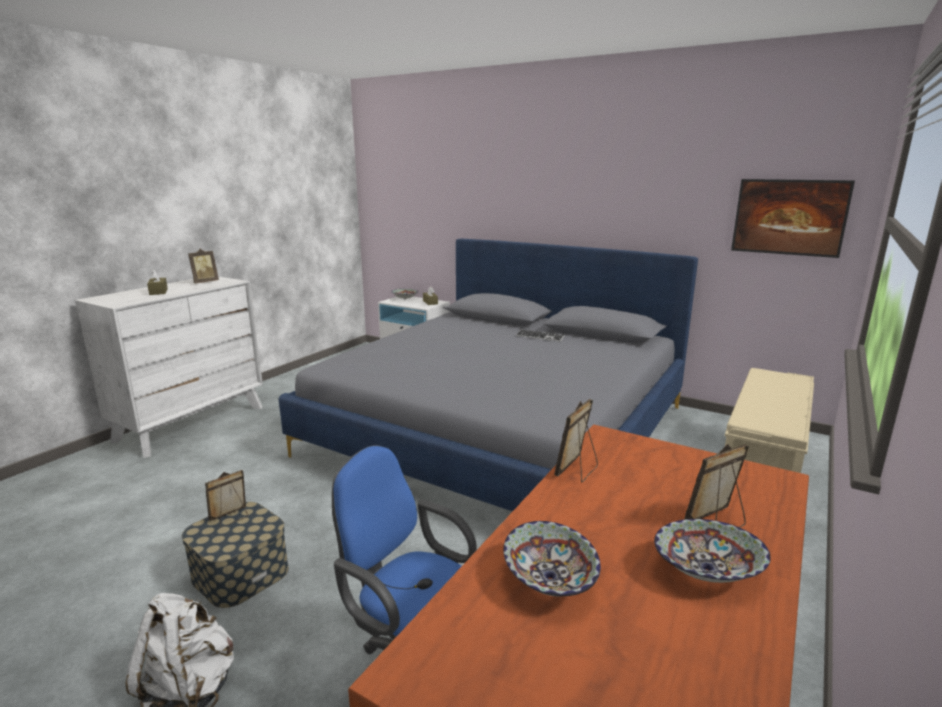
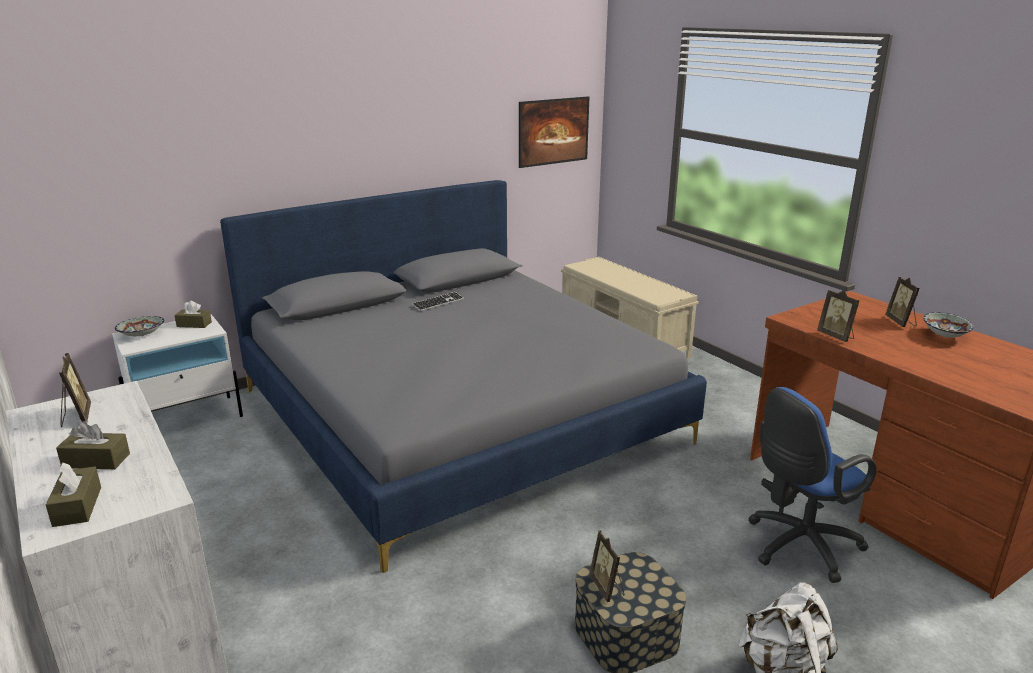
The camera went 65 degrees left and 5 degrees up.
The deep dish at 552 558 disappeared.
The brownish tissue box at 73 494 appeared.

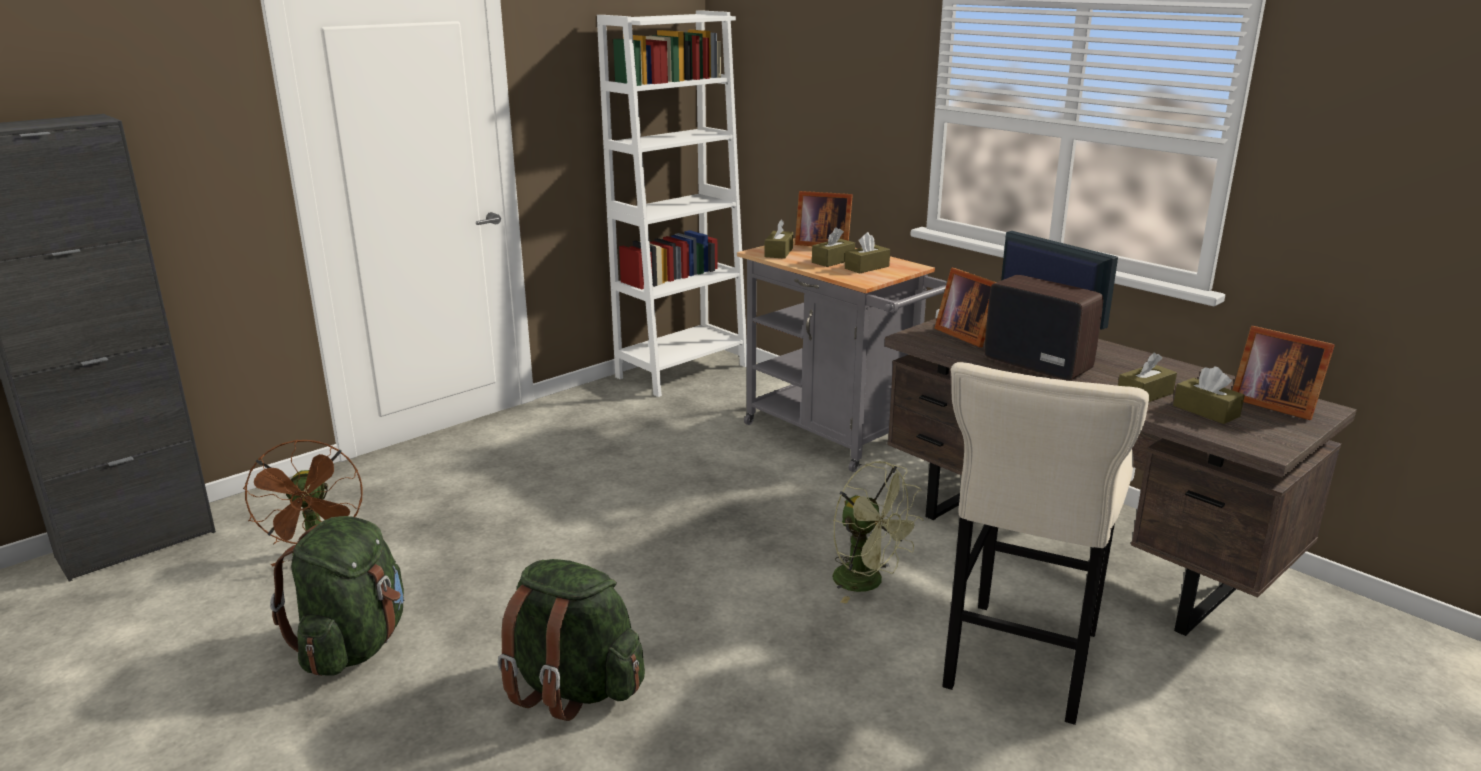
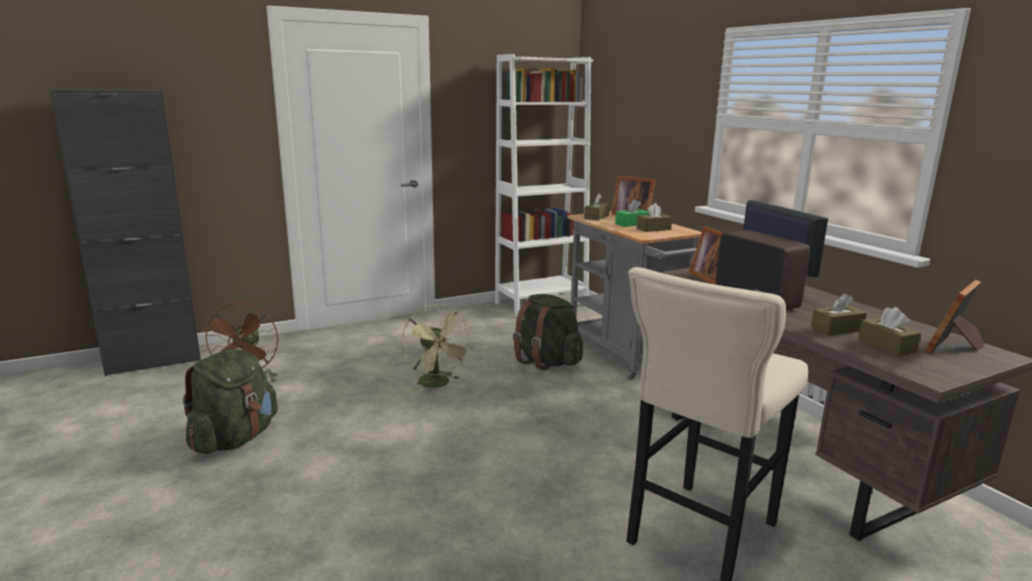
The camera went 15 degrees right and 5 degrees down.
The greenish knapsack moved from 571 640 to 548 332.
The brownish tissue box at 833 247 became the greenish tissue box at 632 213.
The greenish electric fan moved from 877 532 to 436 348.
The photo frame at 1284 373 turned 75 degrees clockwise.

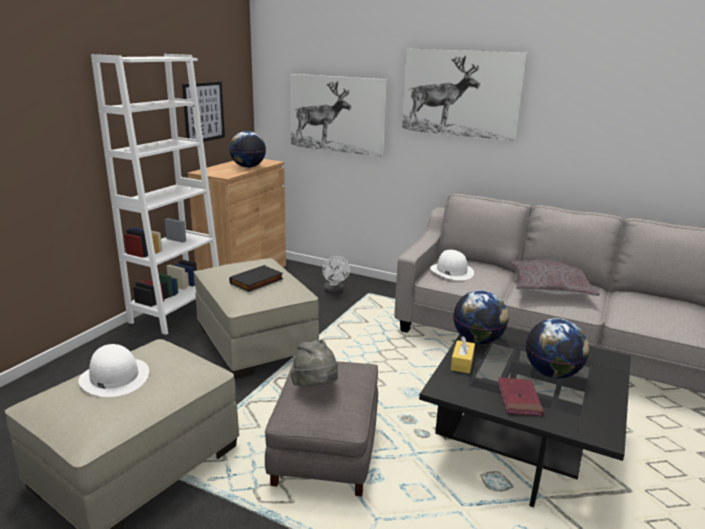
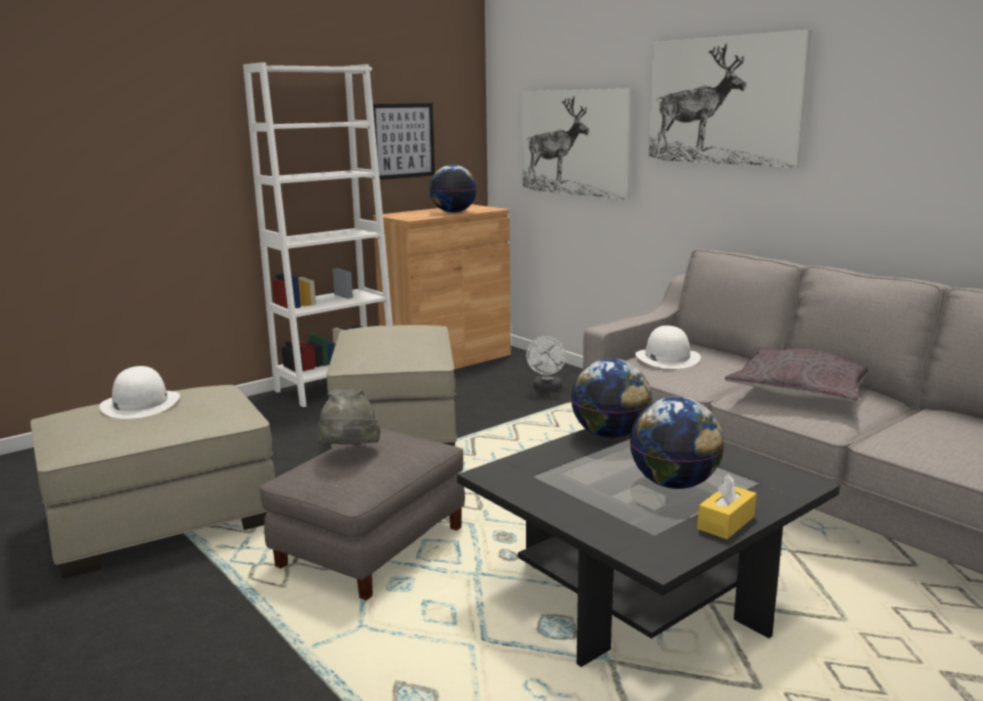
The camera went 25 degrees right and 5 degrees down.
The blackish book at 256 278 disappeared.
The yellowish tissue box moved from 463 354 to 726 506.
The reddish book at 520 396 disappeared.

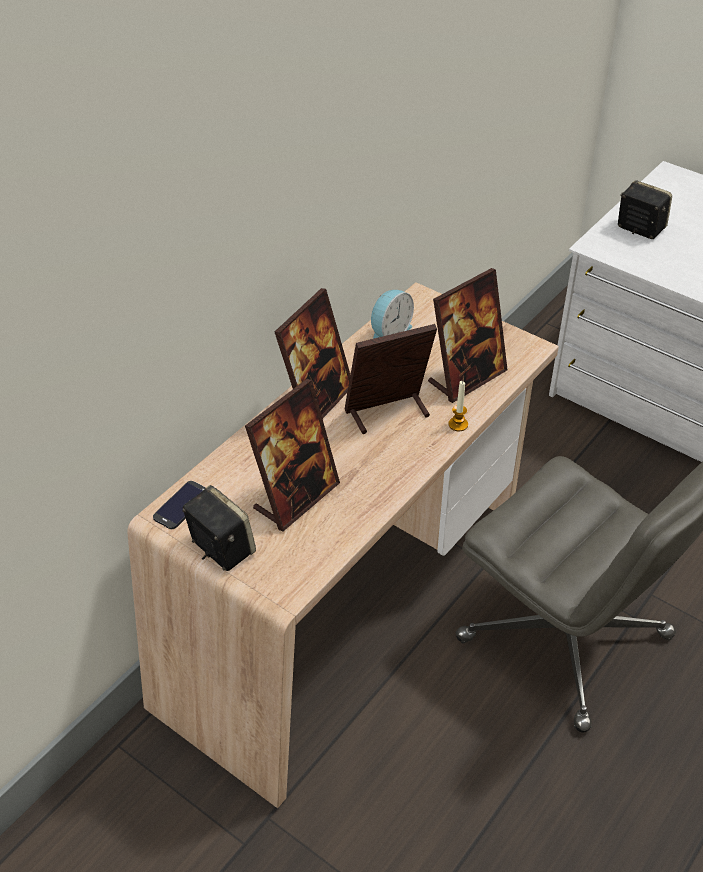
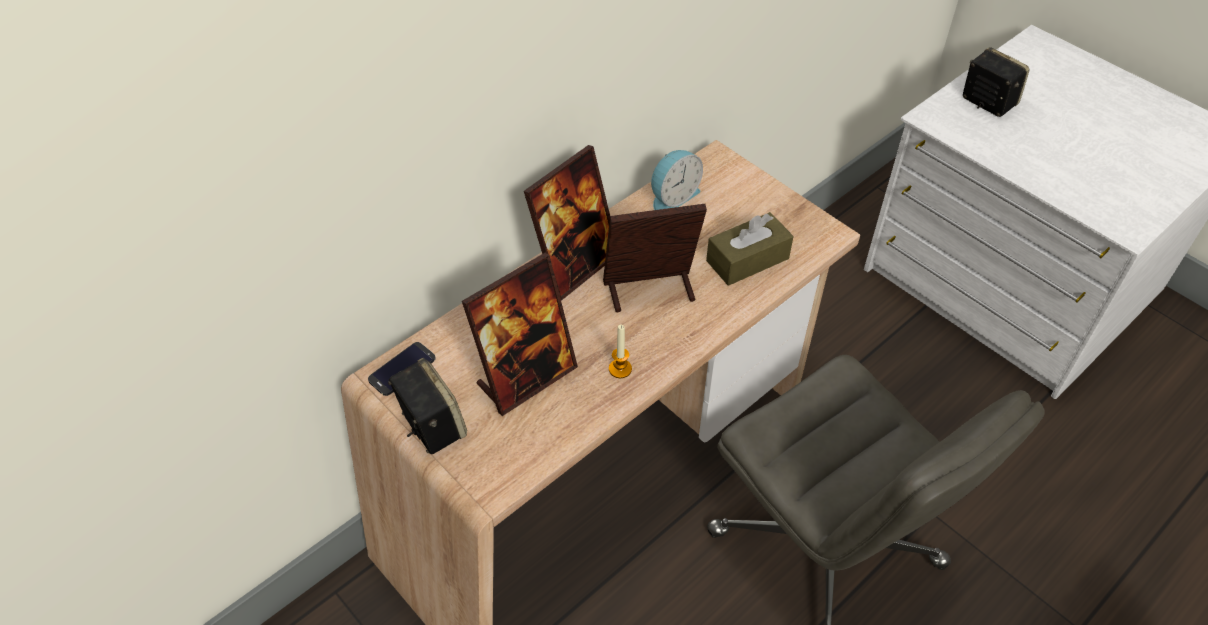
The camera went 10 degrees right and 5 degrees up.
The photo frame at 467 335 was replaced by the brownish tissue box at 750 249.
The wax light moved from 458 406 to 620 351.

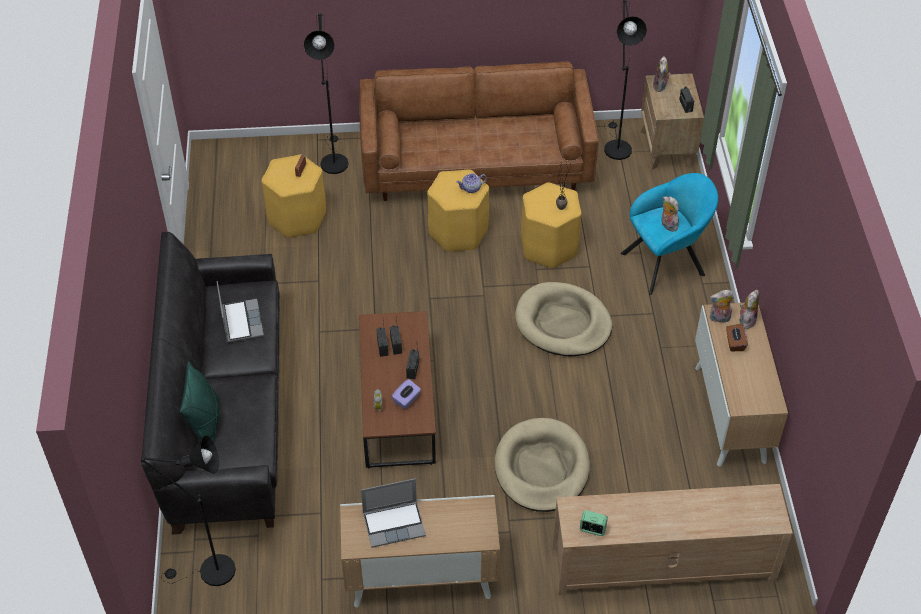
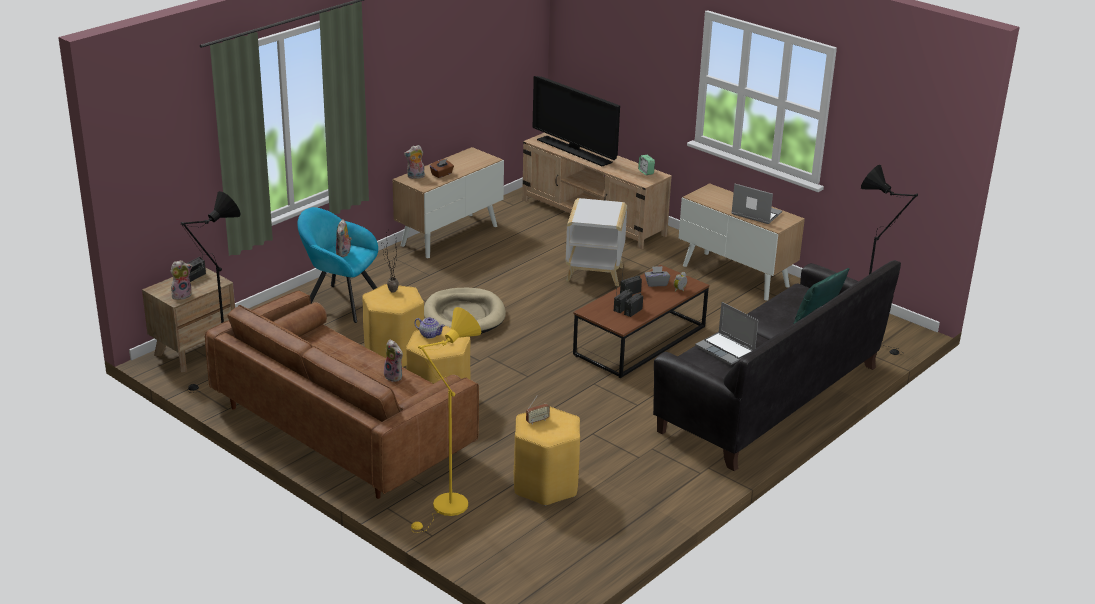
The camera went 135 degrees left and 20 degrees down.
The notebook computer at 240 311 turned 75 degrees counterclockwise.
The blackish floor lamp at 326 93 became the yellowish floor lamp at 446 420.
The purple tissue box at 406 394 became the greyish tissue box at 657 276.
The sand-coloured dog cushion at 542 465 was replaced by the white accent table at 596 242.
The plush toy moved from 722 306 to 393 360.
The television at 576 121 appeared.

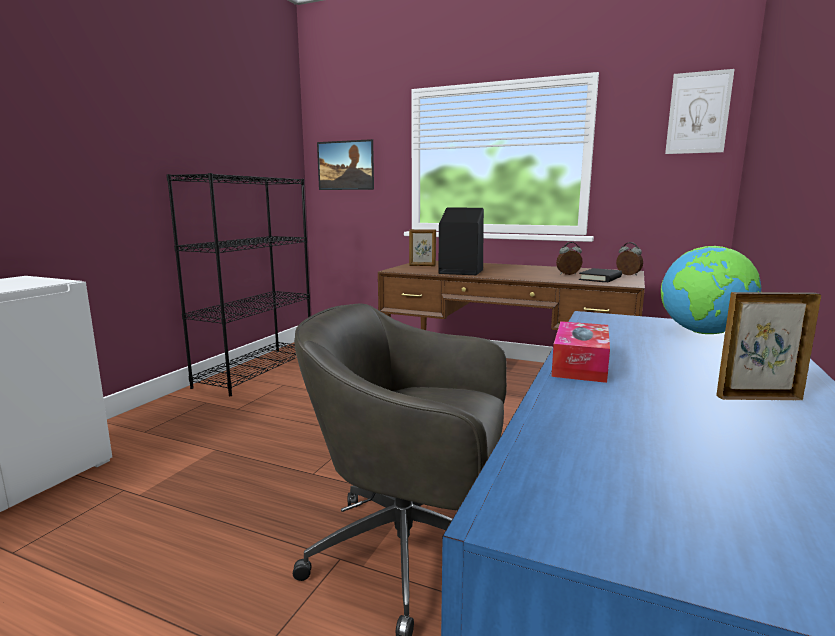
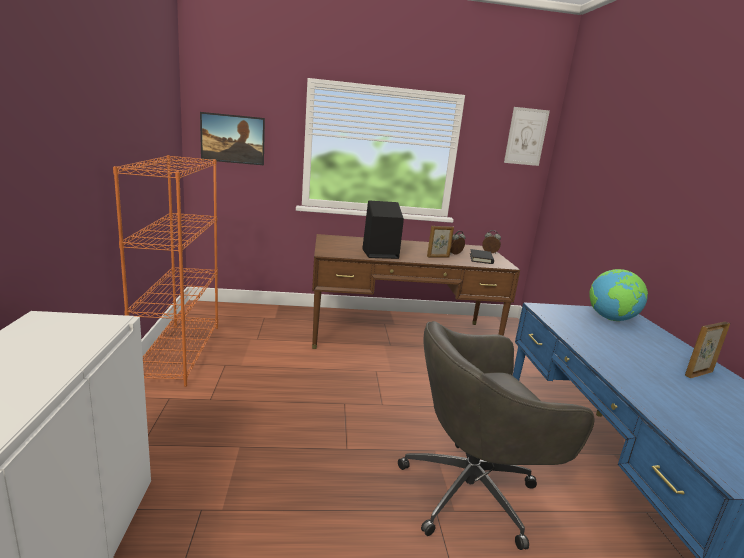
The camera went 30 degrees left and 5 degrees up.
The blackish bookshelf at 239 284 became the orangey bookshelf at 165 271.
The photo frame moved from 422 247 to 440 242.
The tissue box at 580 352 disappeared.

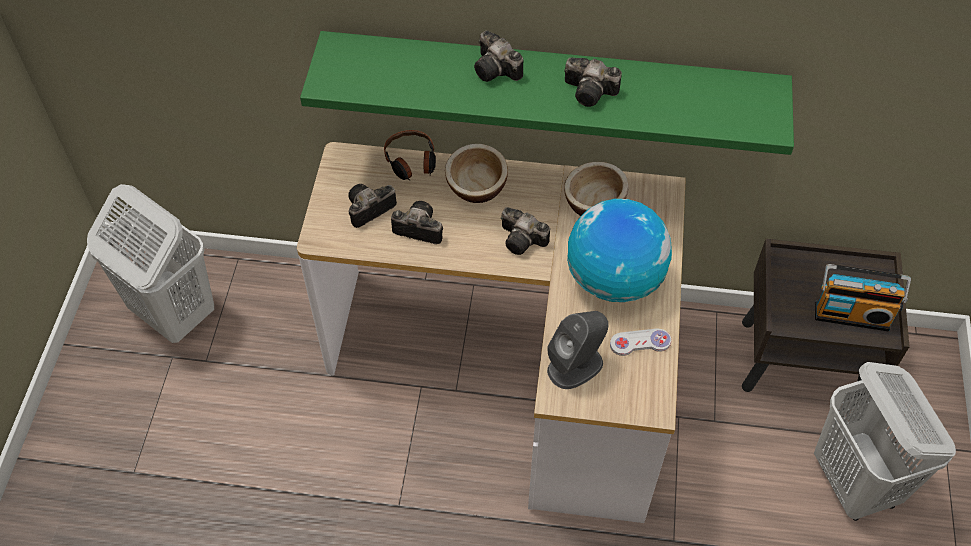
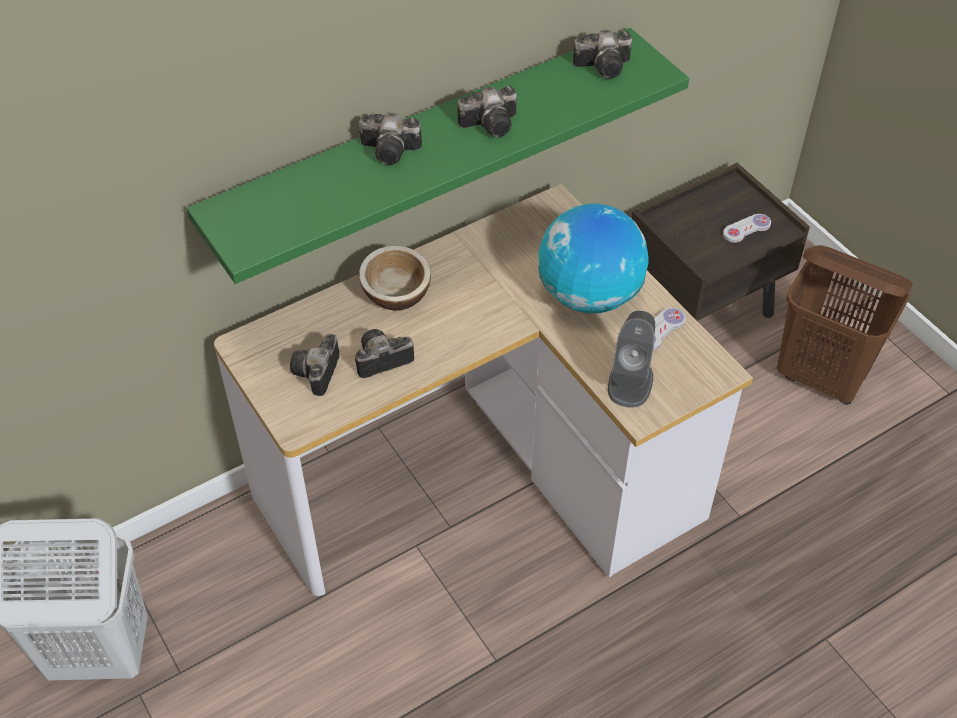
The camera went 40 degrees left and 5 degrees down.
The pair of headphones at 410 155 disappeared.
The still camera moved from 525 231 to 602 54.
The deep dish at 596 189 disappeared.
The white hamper at 885 441 became the brownish hamper at 845 325.
The radio at 863 298 was replaced by the white gamepad at 747 228.

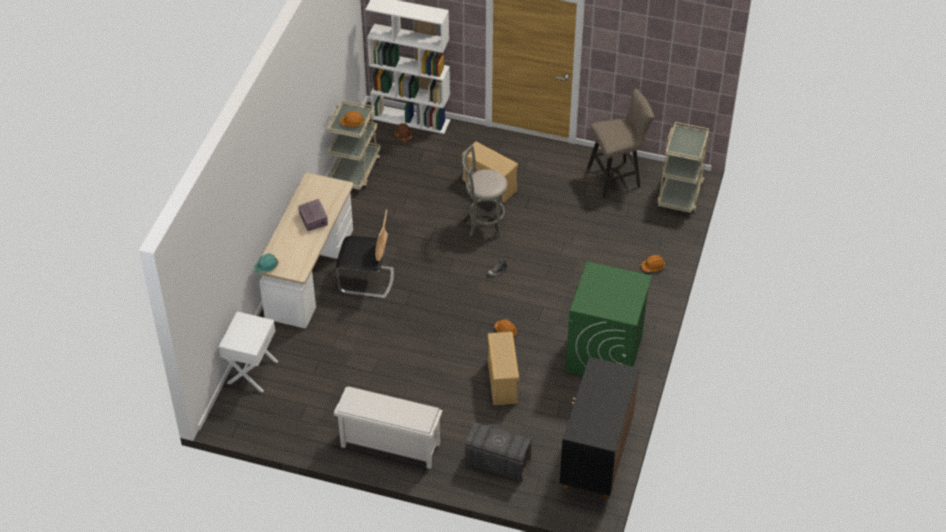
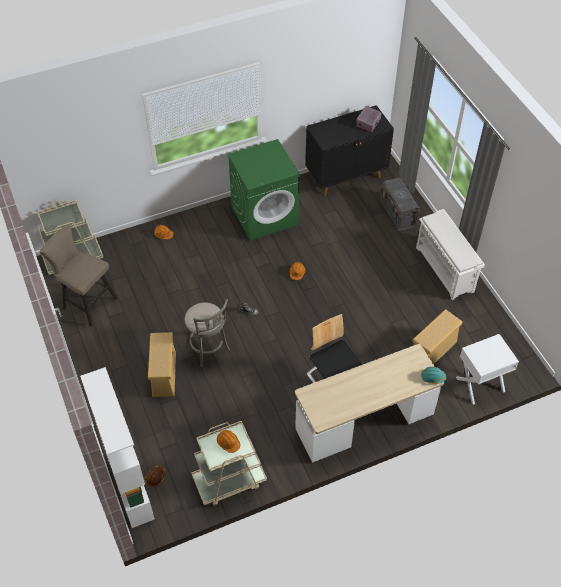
The camera went 130 degrees left and 5 degrees up.
The radio moved from 313 215 to 368 119.
The sand-coloured storage bin moved from 503 368 to 437 337.

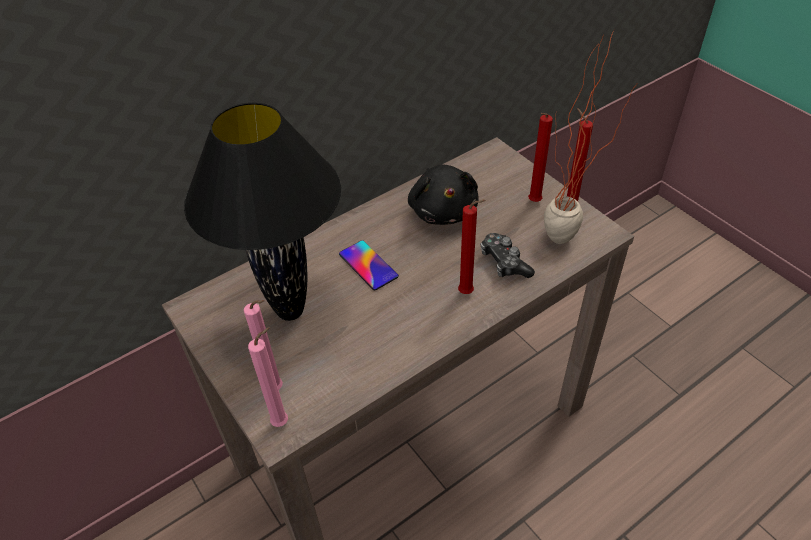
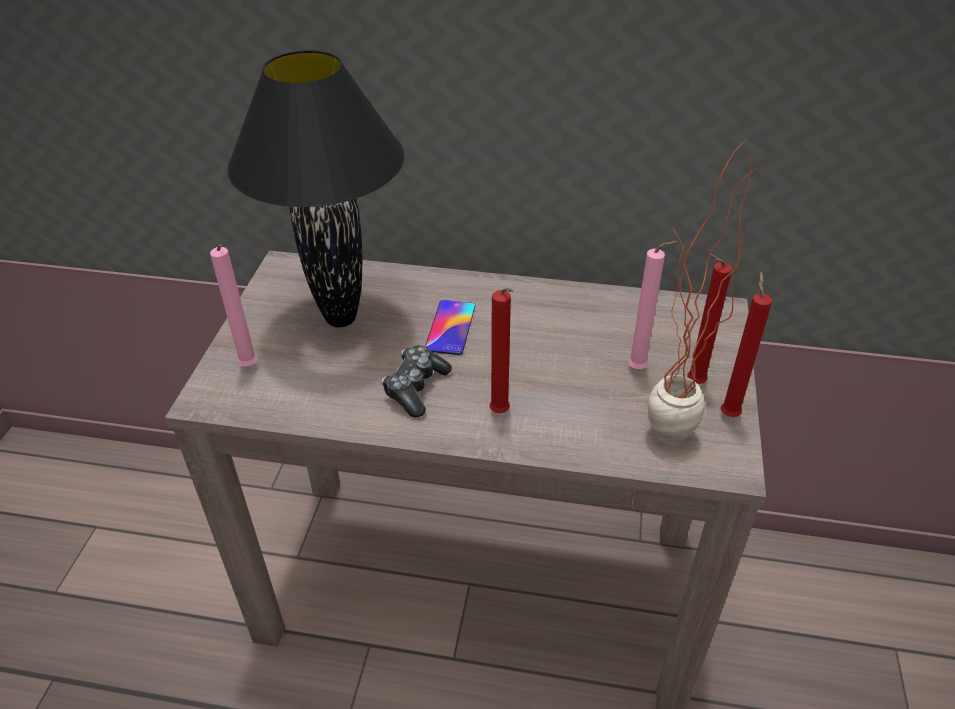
The camera went 45 degrees right and 5 degrees down.
The pink-coloured wax light moved from 268 377 to 653 305.
The blackish plush toy at 443 195 disappeared.
The gamepad moved from 508 255 to 417 381.

